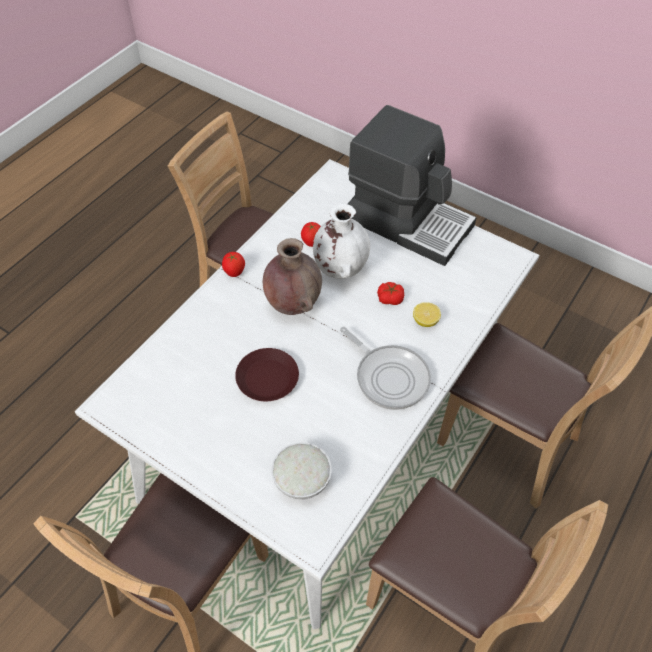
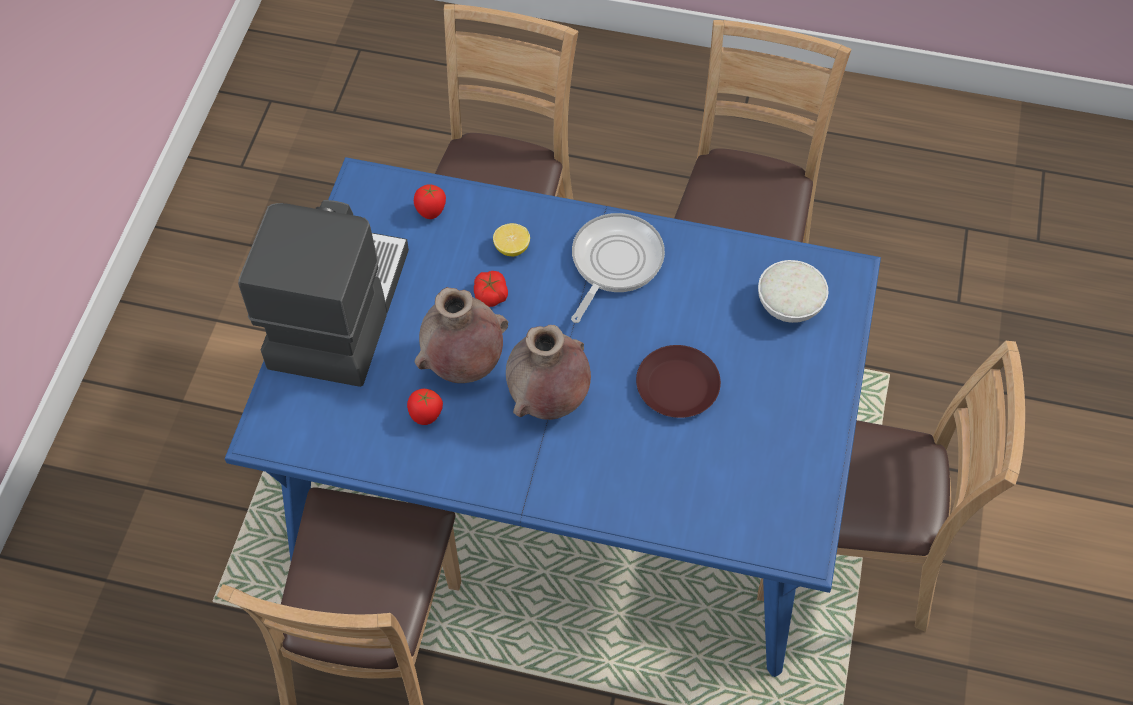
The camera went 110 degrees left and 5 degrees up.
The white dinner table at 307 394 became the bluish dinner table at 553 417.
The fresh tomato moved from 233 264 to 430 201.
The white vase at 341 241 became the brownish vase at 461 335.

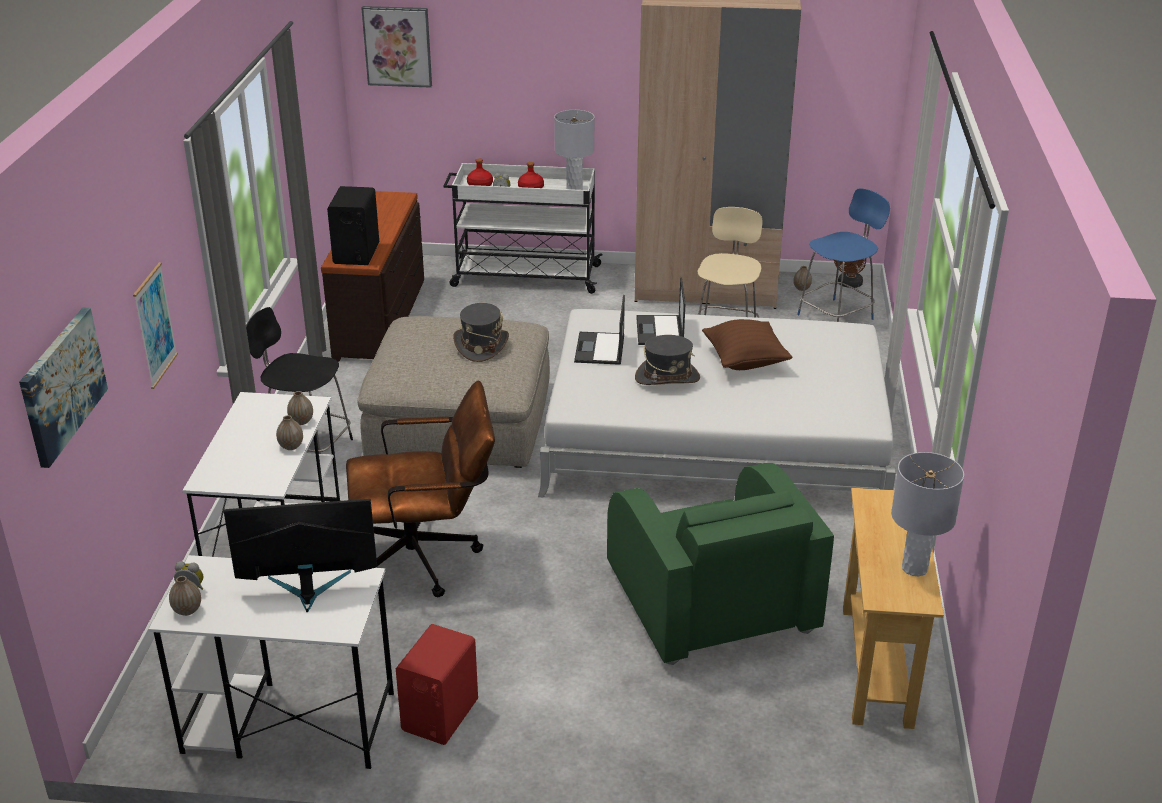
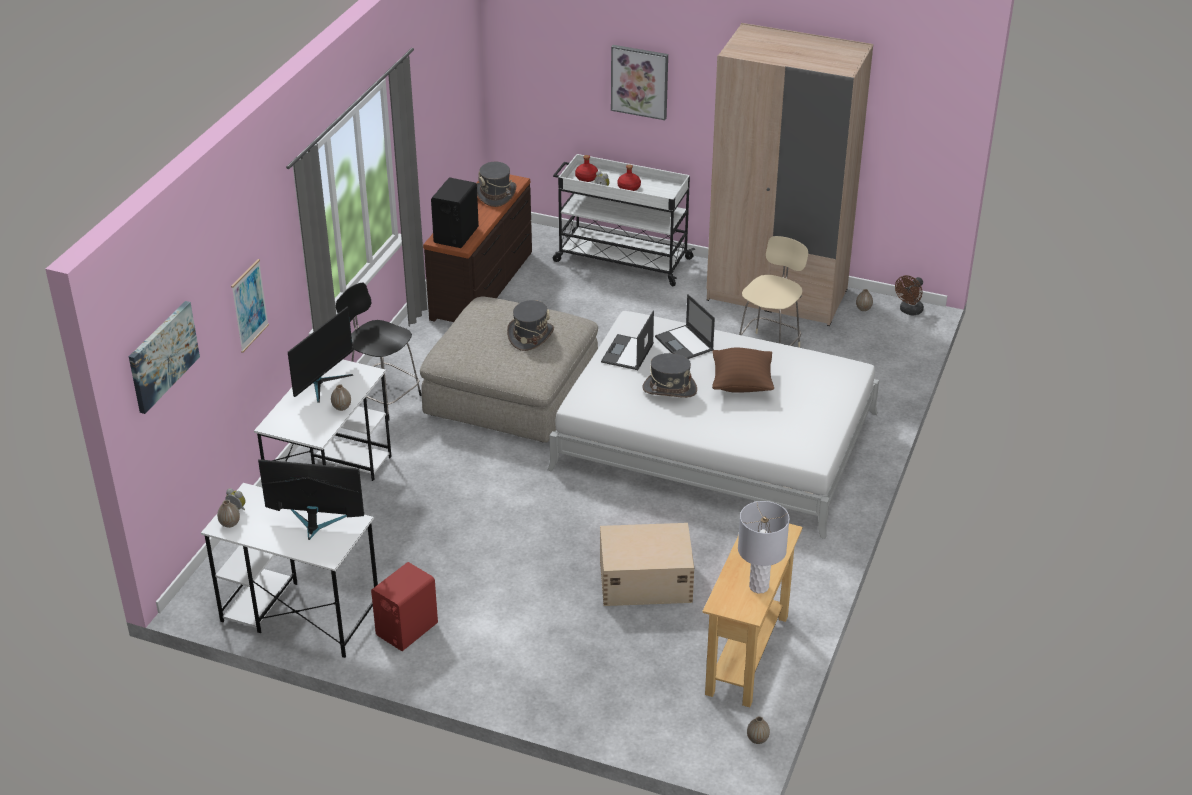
The camera went 15 degrees right and 5 degrees up.
The vase moved from 300 408 to 758 730.
The brownish office chair at 420 489 disappeared.
The wall picture moved from 396 47 to 639 82.
The greyish table lamp at 574 150 disappeared.
The greenish lounge chair at 720 564 was replaced by the sand-coloured storage bin at 647 564.
The notebook computer at 660 311 turned 45 degrees counterclockwise.
The bluish upright chair at 843 255 disappeared.
The computer display at 320 355 appeared.
The greyish clothing hat at 496 184 appeared.

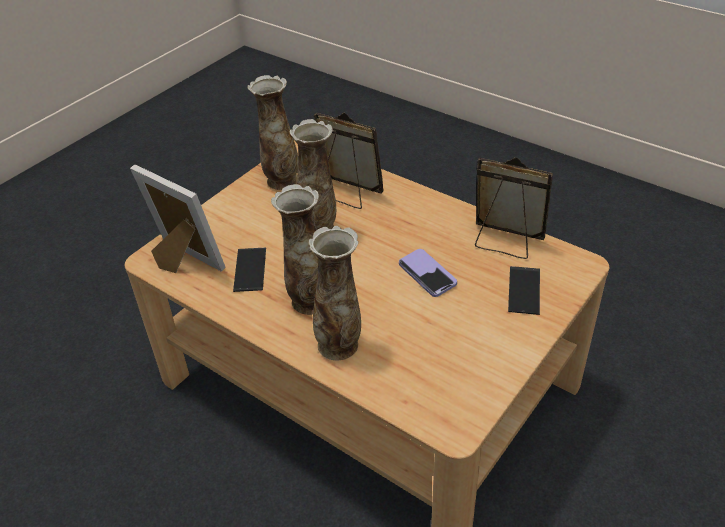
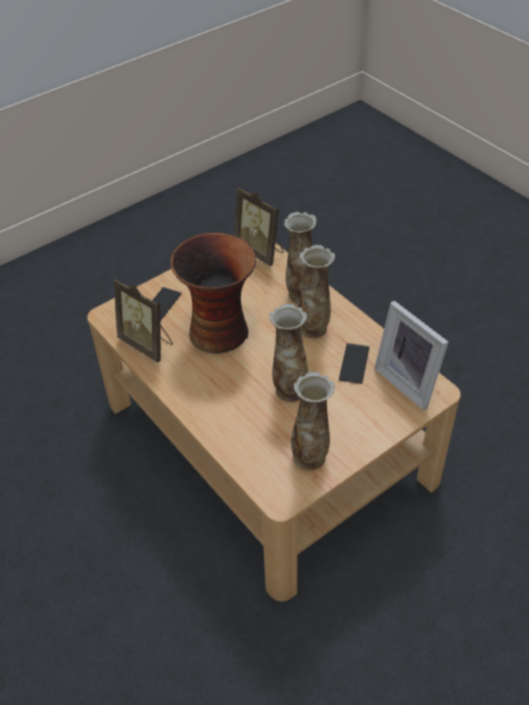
The camera went 165 degrees left and 5 degrees up.
The photo frame moved from 349 161 to 259 226.
The telephone at 428 273 was replaced by the vase at 213 293.

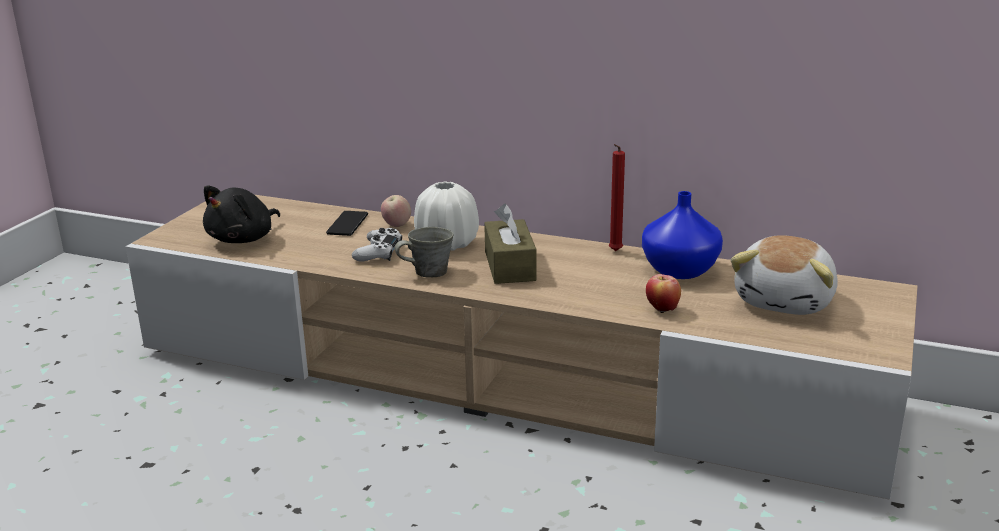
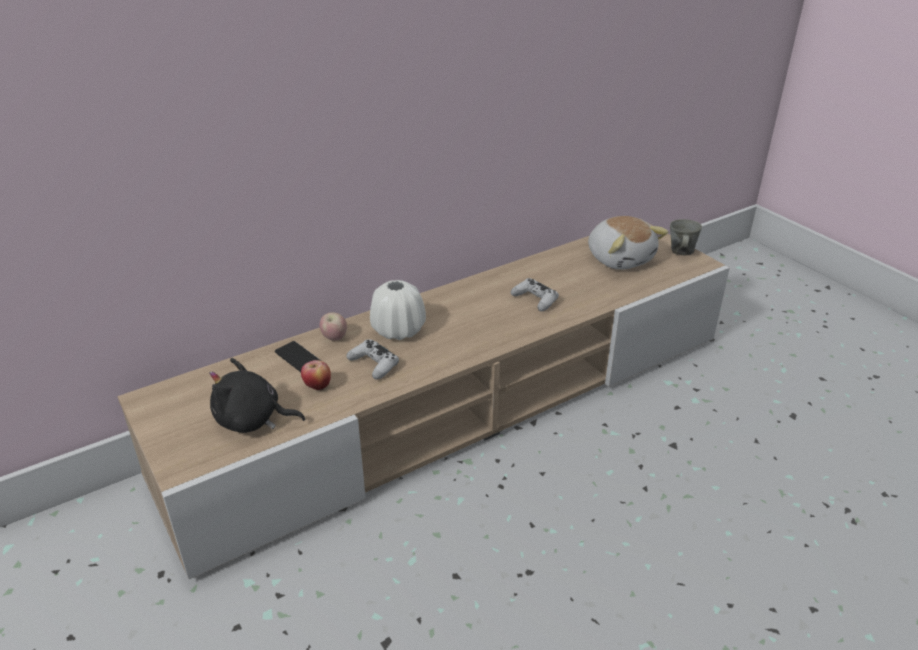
The camera went 55 degrees left and 10 degrees up.
The blackish plush toy at 241 214 turned 120 degrees clockwise.
The greyish coffee mug moved from 424 252 to 686 237.
The brownish tissue box at 510 244 disappeared.
The reddish wax light at 617 197 disappeared.
The bluish vase at 682 235 disappeared.
The apple fruit moved from 663 293 to 316 375.
The white gamepad at 534 294 appeared.

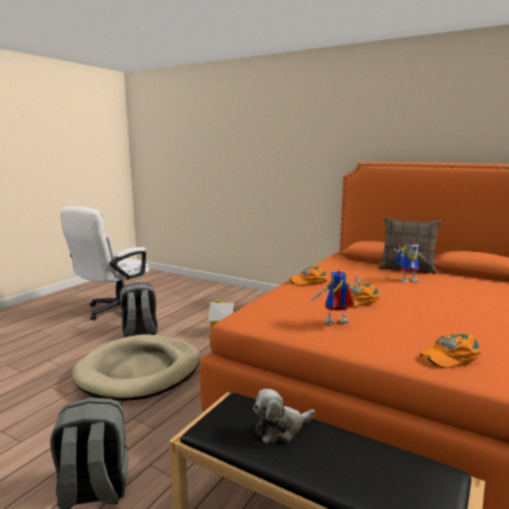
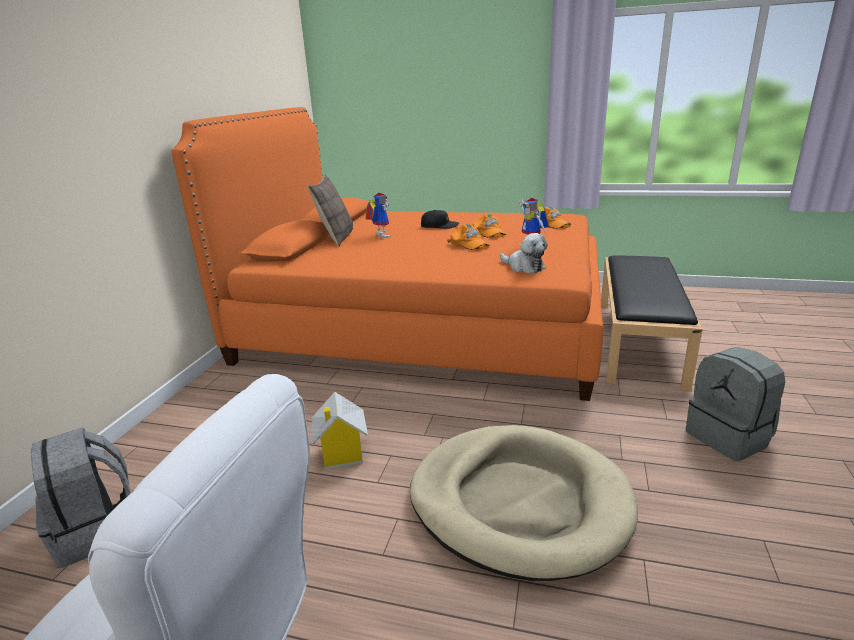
The camera went 105 degrees left and 10 degrees up.
The greyish knapsack moved from 139 309 to 80 498.
The plush toy moved from 284 416 to 524 253.
The orangey peaked cap moved from 308 276 to 489 226.
The blackish peaked cap at 440 219 appeared.

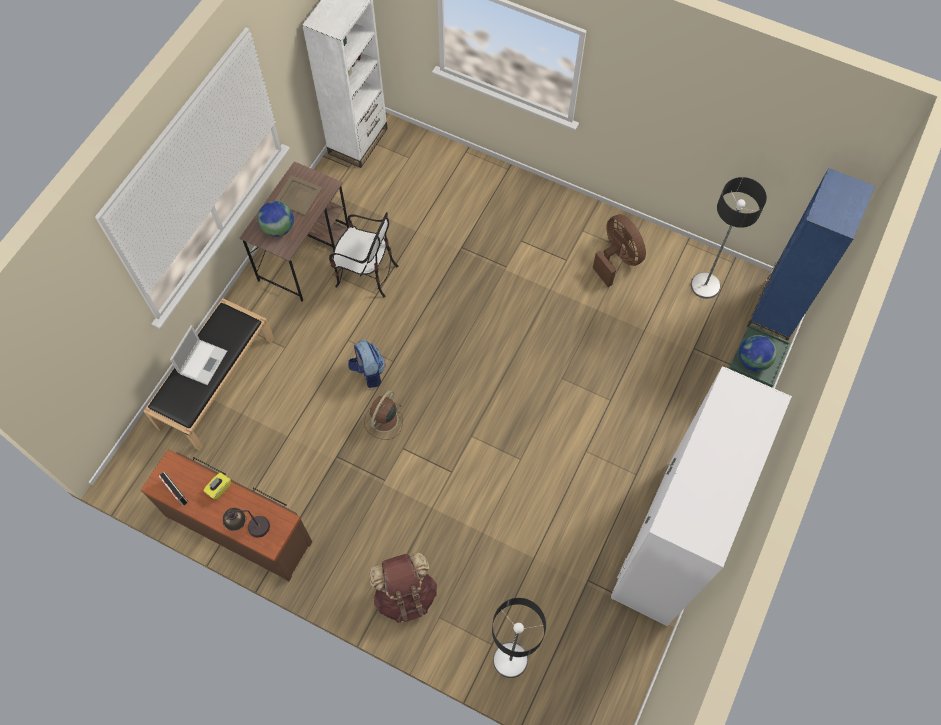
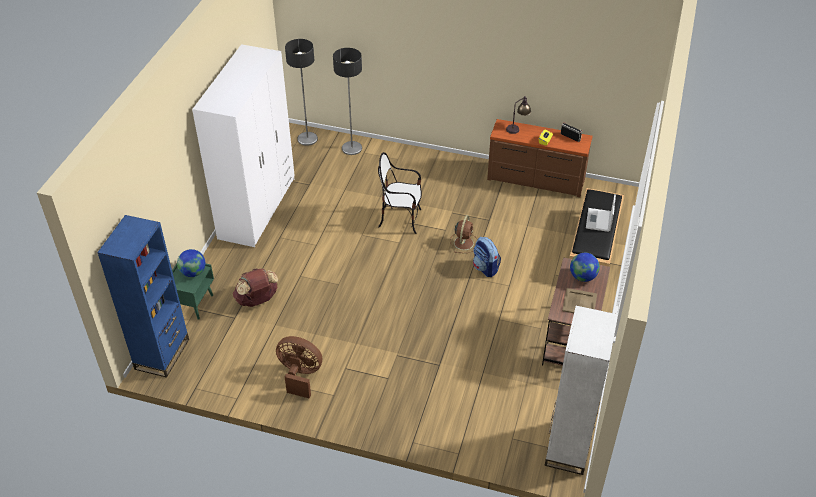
The camera went 170 degrees right and 20 degrees down.
The upright chair moved from 363 254 to 400 193.
The brownish knapsack moved from 403 588 to 255 287.
The brownish electric fan at 619 250 turned 150 degrees clockwise.
The floor lamp moved from 729 238 to 301 92.

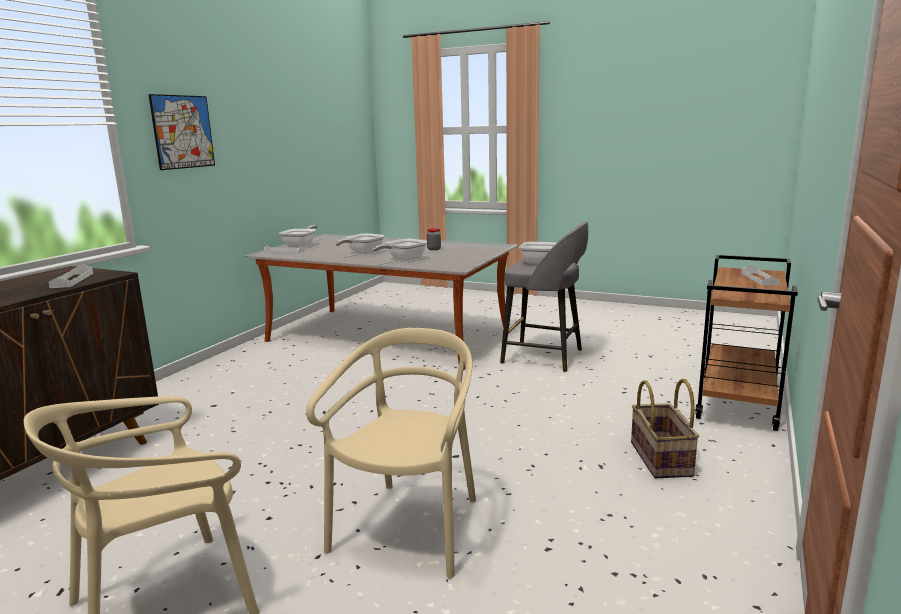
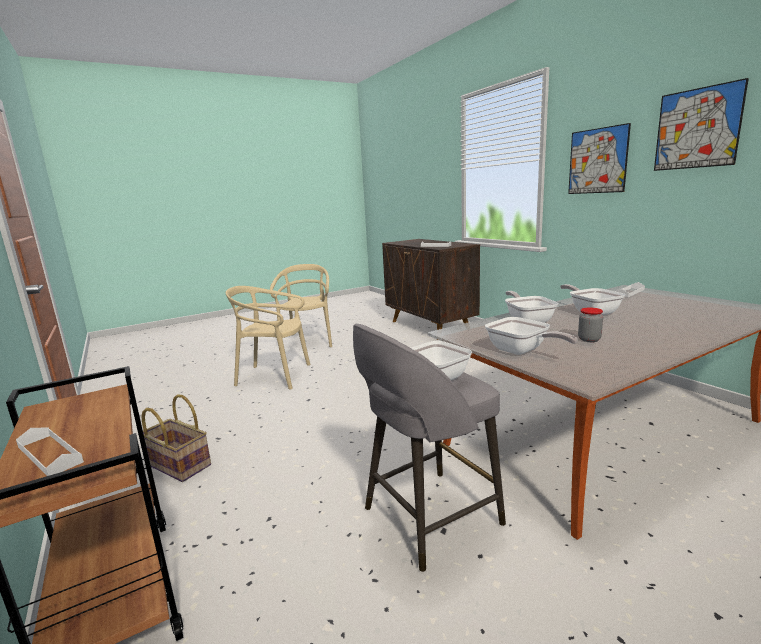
The camera went 125 degrees right and 0 degrees up.
The pan moved from 298 236 to 531 336.
The sand-coloured upright chair at 391 453 turned 135 degrees clockwise.
The wall picture at 701 124 appeared.

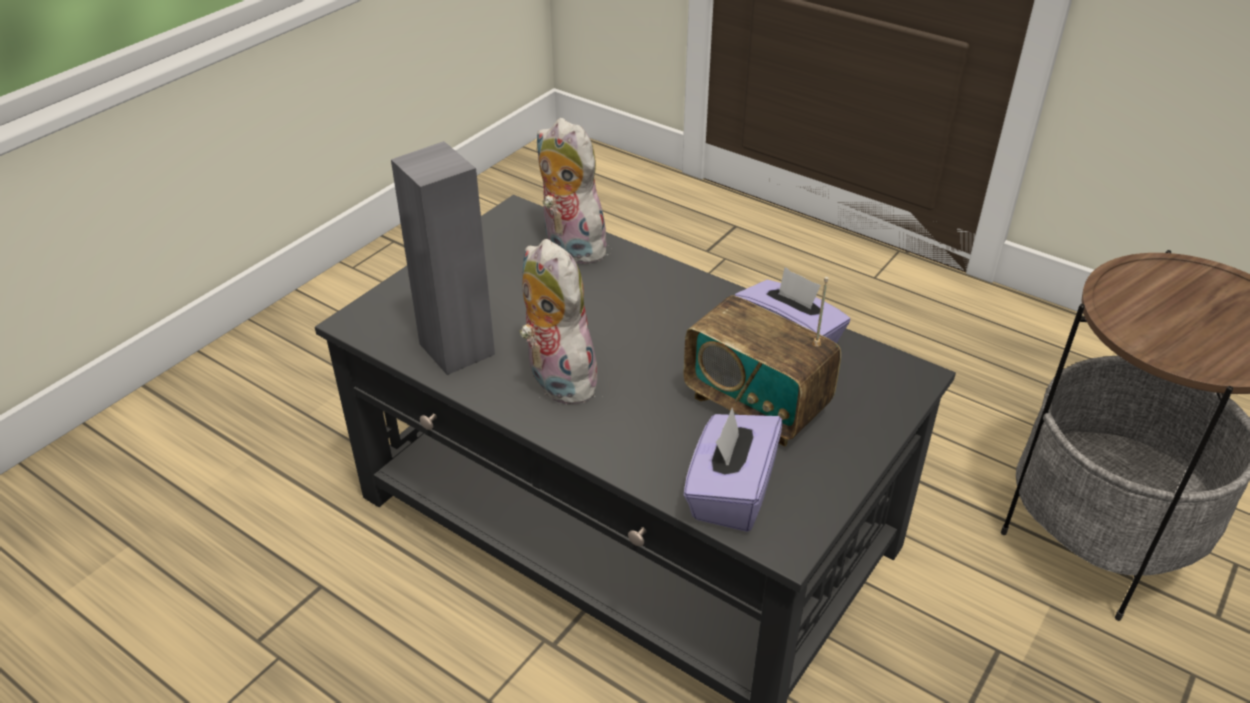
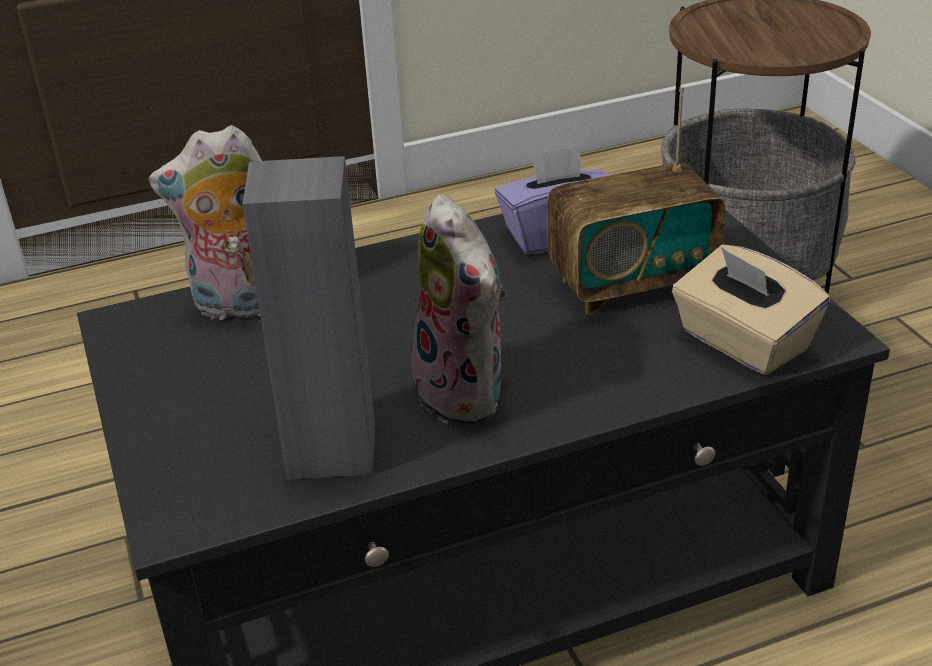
The camera went 55 degrees left and 5 degrees down.
The plush toy at 560 322 turned 120 degrees counterclockwise.
The purple tissue box at 733 470 became the sand-coloured tissue box at 751 309.

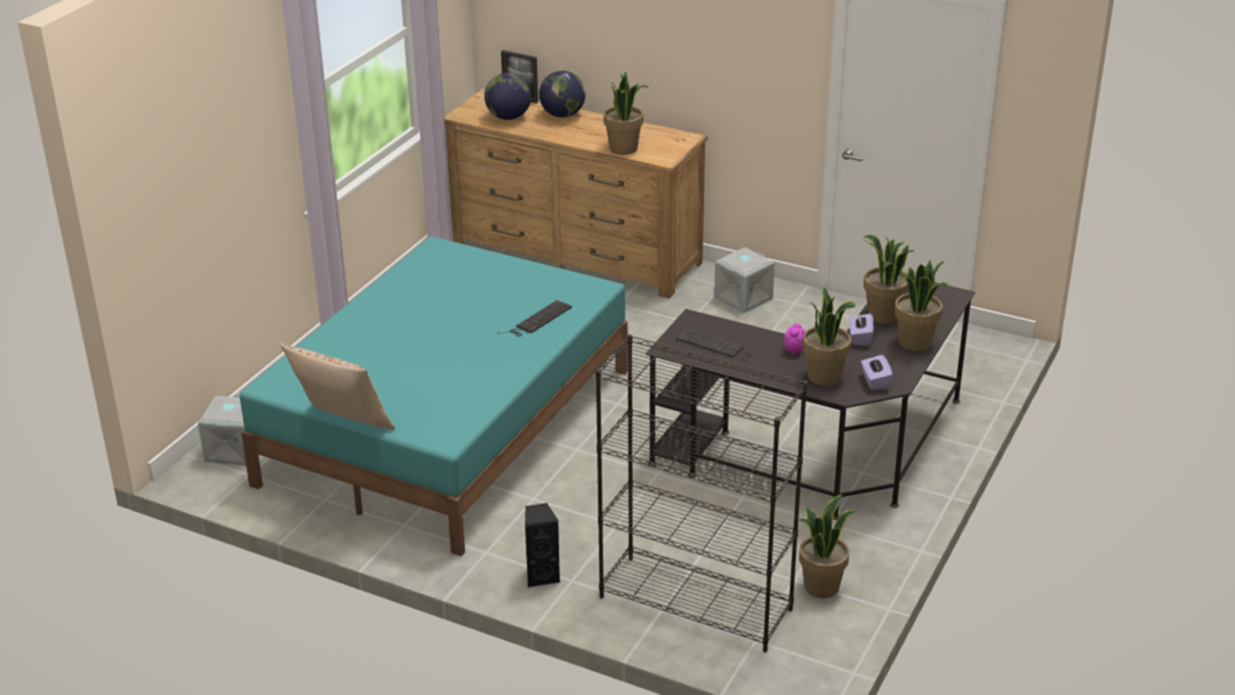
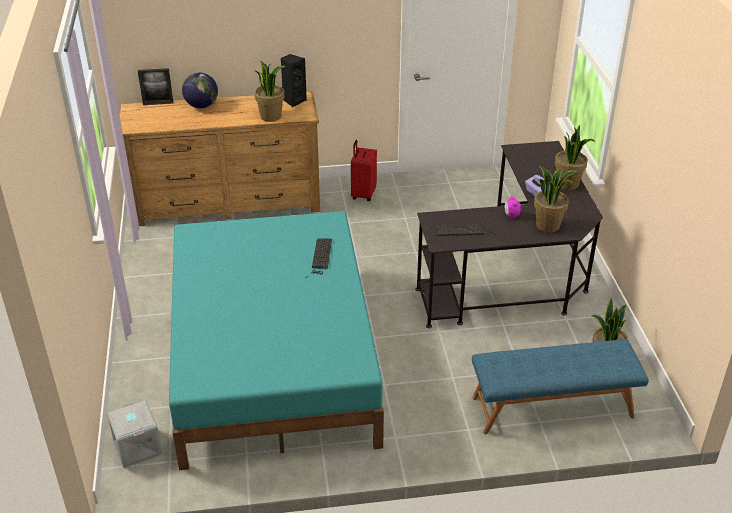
The camera went 35 degrees left and 5 degrees up.
The sand-coloured pillow at 337 386 disappeared.
The globe at 507 96 disappeared.
The blackish audio speaker moved from 542 545 to 294 80.
The blackish bookshelf at 701 493 was replaced by the bluish long seat at 560 386.
The greyish storage bin at 744 280 was replaced by the reddish piece of luggage at 364 170.
The purple tissue box at 877 372 disappeared.
The potted plant at 888 279 disappeared.

